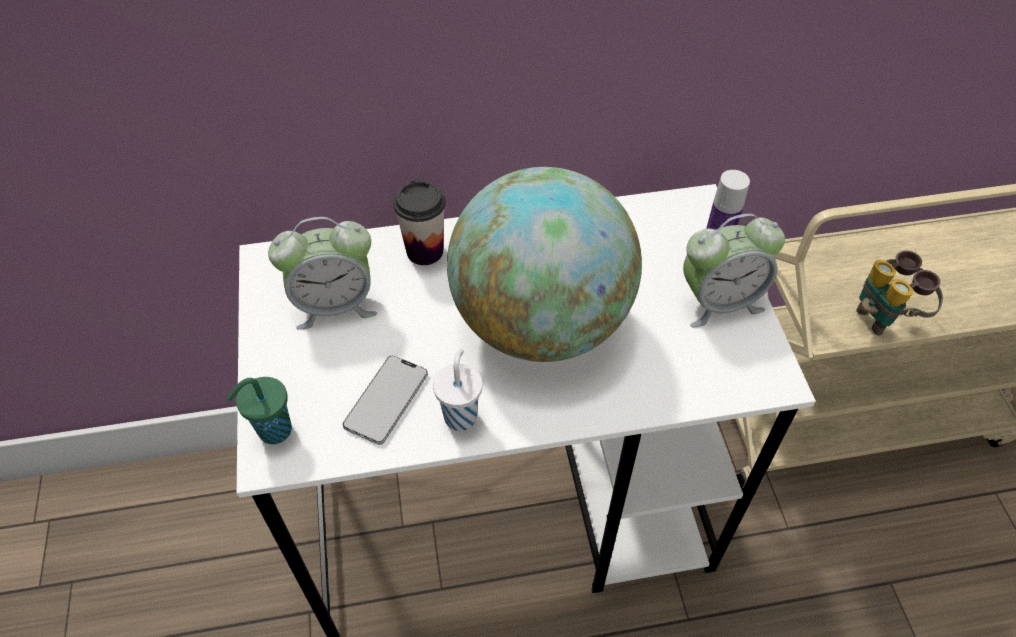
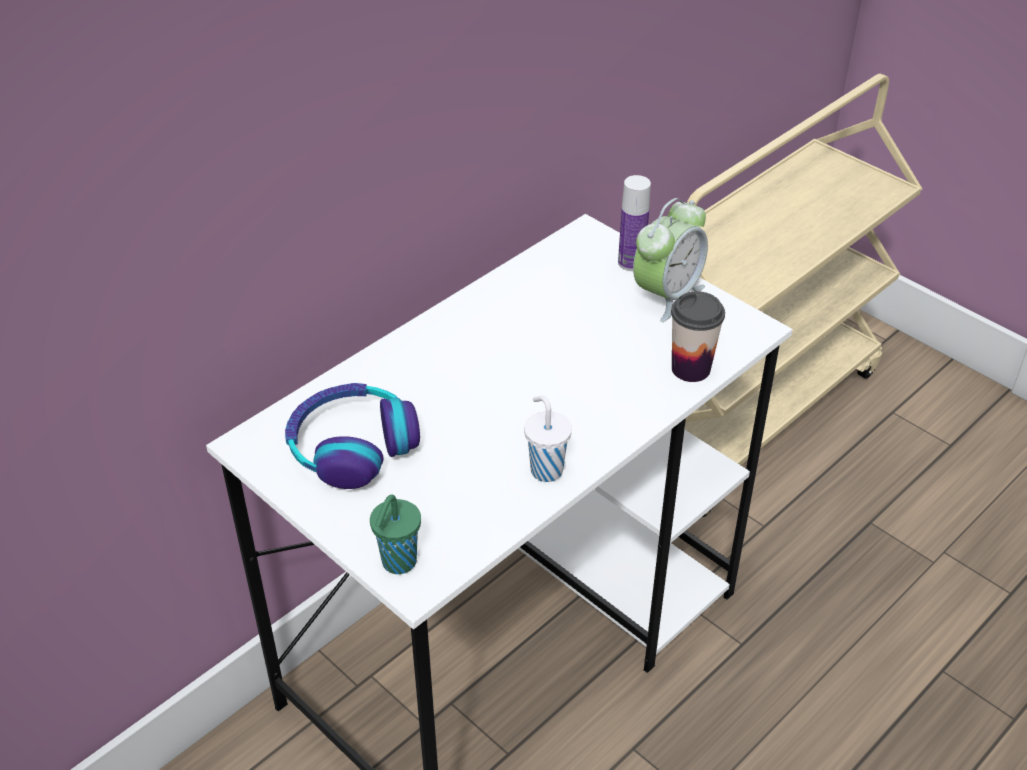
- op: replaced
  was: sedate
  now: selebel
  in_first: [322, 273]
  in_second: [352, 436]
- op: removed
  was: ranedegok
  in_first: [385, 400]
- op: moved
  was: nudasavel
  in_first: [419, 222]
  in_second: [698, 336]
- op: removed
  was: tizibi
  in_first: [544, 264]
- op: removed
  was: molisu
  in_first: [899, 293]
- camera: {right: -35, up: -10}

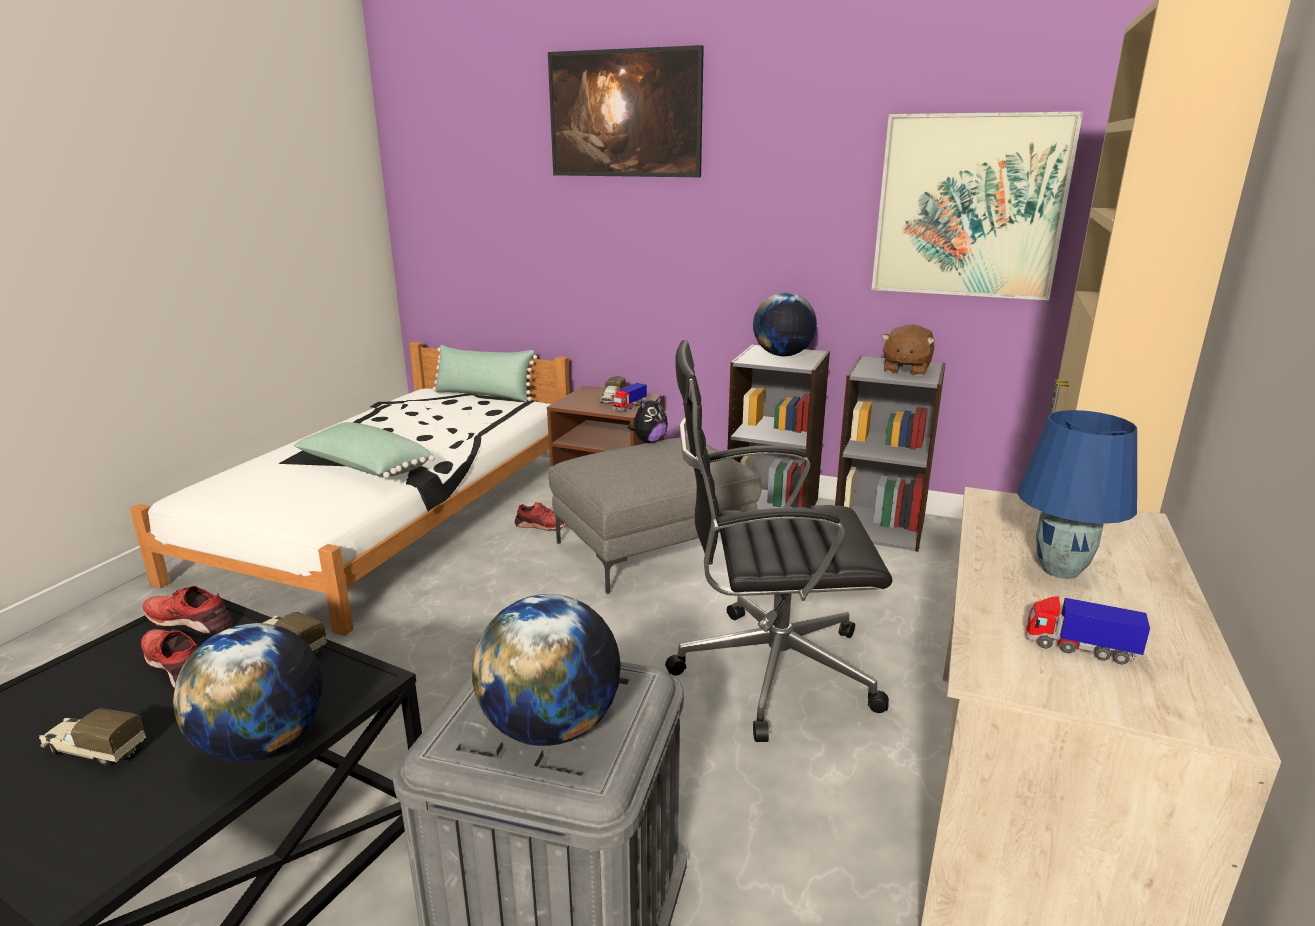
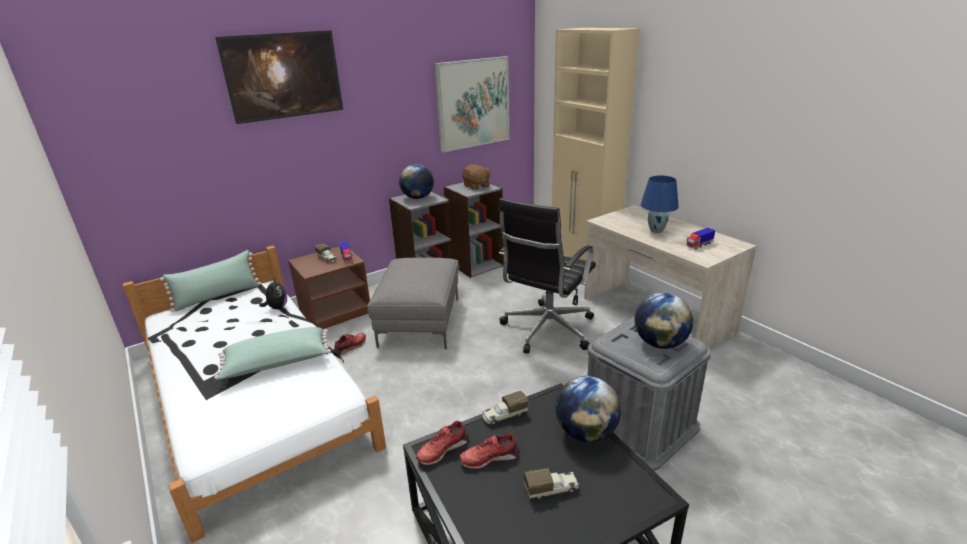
- op: turned
  was: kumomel
  in_first: [92, 736]
  in_second: [551, 483]
  clockwise: -150
- op: moved
  was: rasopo
  in_first: [647, 419]
  in_second: [273, 293]
- camera: {right: -55, up: 5}

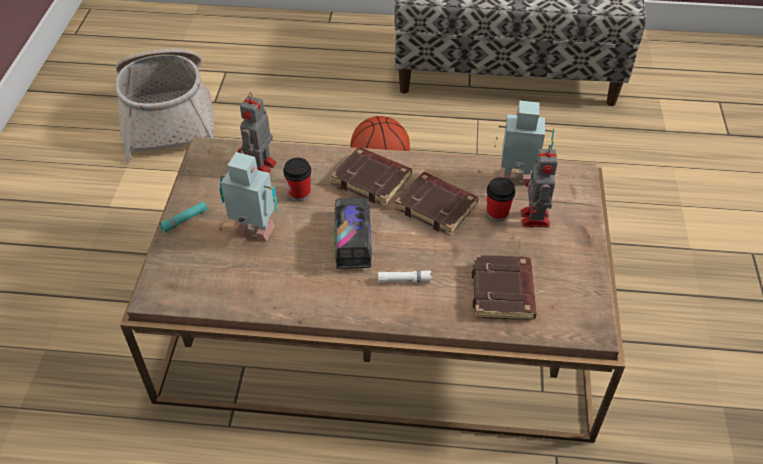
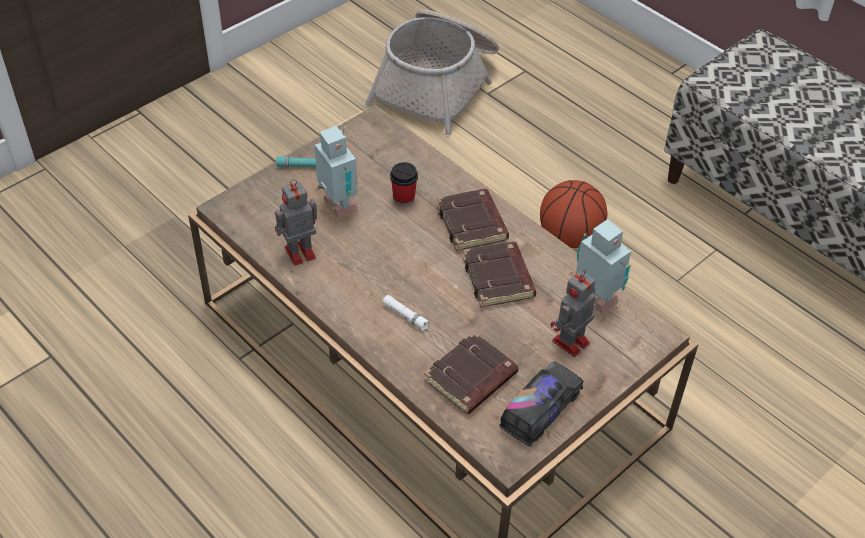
- op: moved
  was: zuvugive
  in_first: [257, 132]
  in_second: [296, 222]
- op: moved
  was: kumomel
  in_first: [353, 233]
  in_second: [541, 404]
- op: removed
  was: nudasavel
  in_first: [501, 199]
- camera: {right: 40, up: 0}

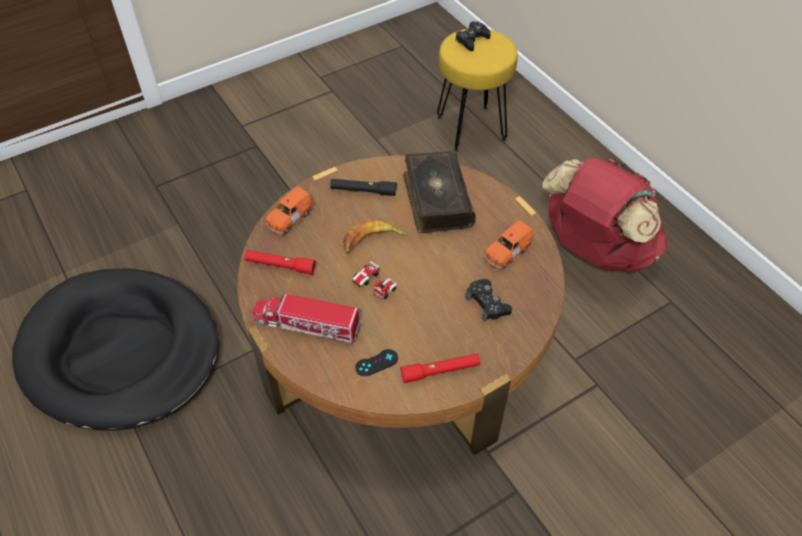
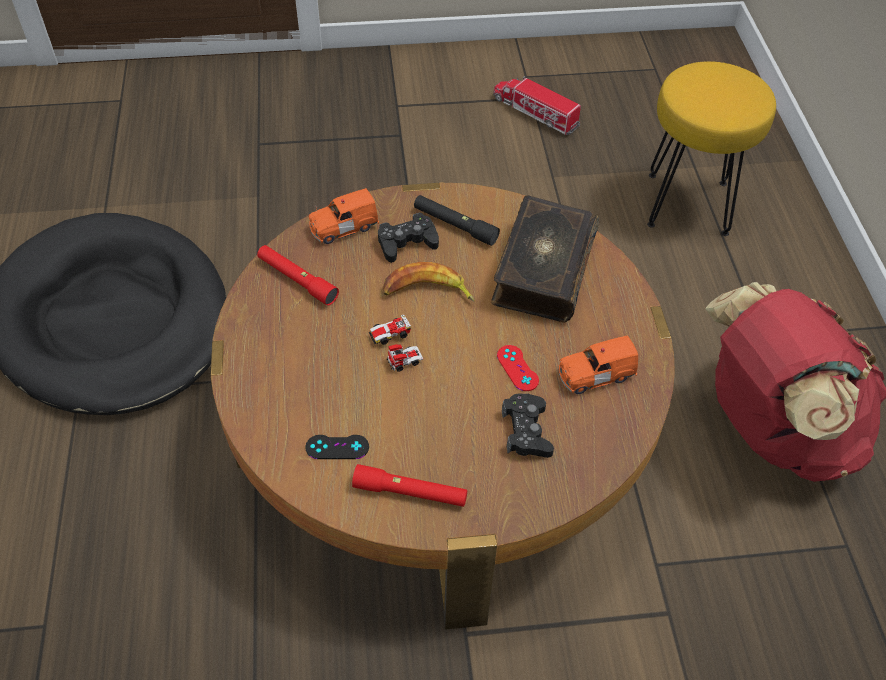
- op: moved
  was: kumomel
  in_first: [307, 317]
  in_second: [537, 105]
- op: moved
  was: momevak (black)
  in_first: [473, 36]
  in_second: [408, 238]
- op: added
  now: momevak (red)
  in_second: [518, 368]
- camera: {right: 25, up: 0}

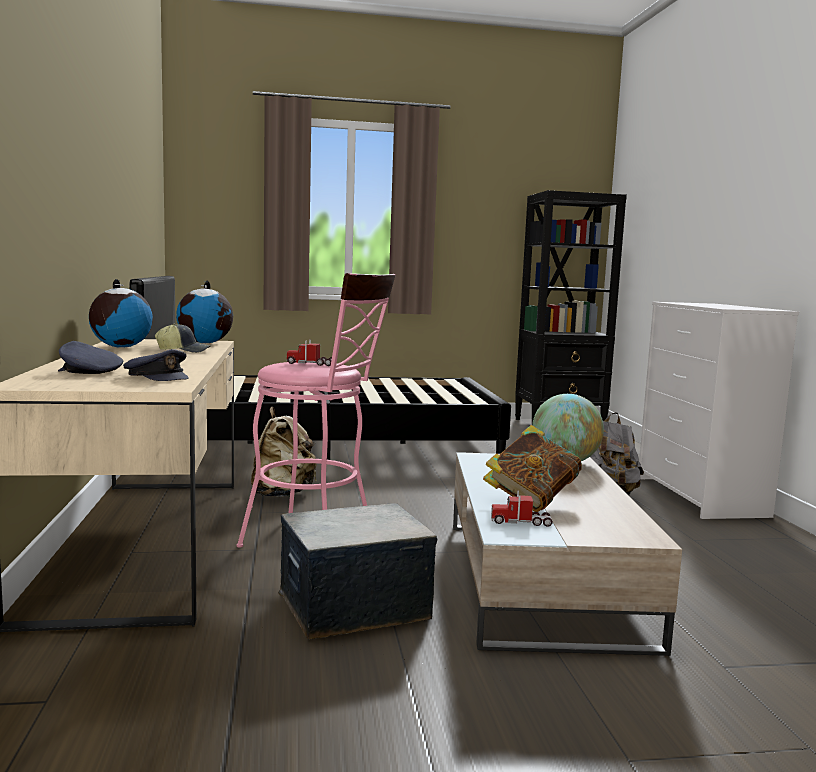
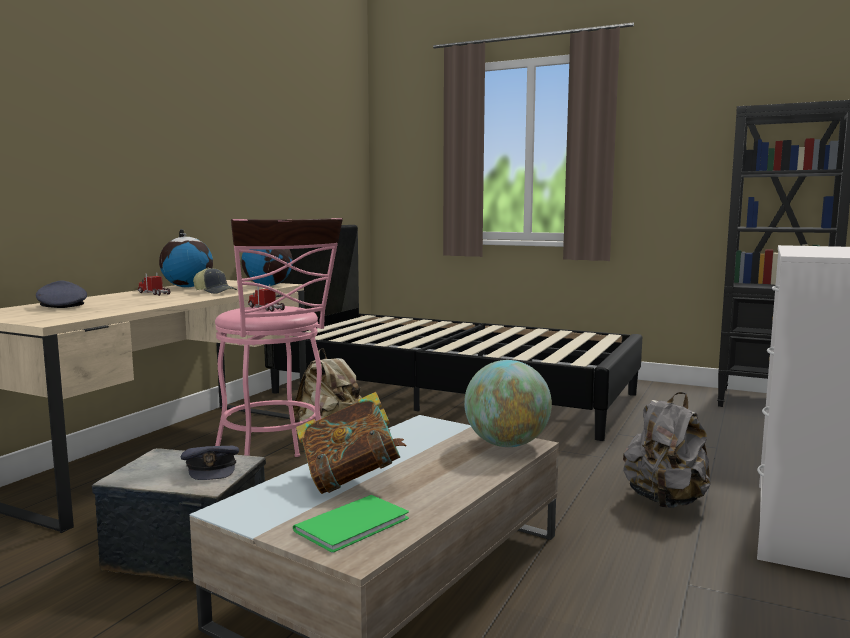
- op: moved
  was: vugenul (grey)
  in_first: [156, 365]
  in_second: [210, 463]
- op: moved
  was: kumomel
  in_first: [522, 508]
  in_second: [154, 284]
- op: added
  now: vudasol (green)
  in_second: [351, 523]
- camera: {right: 35, up: 0}

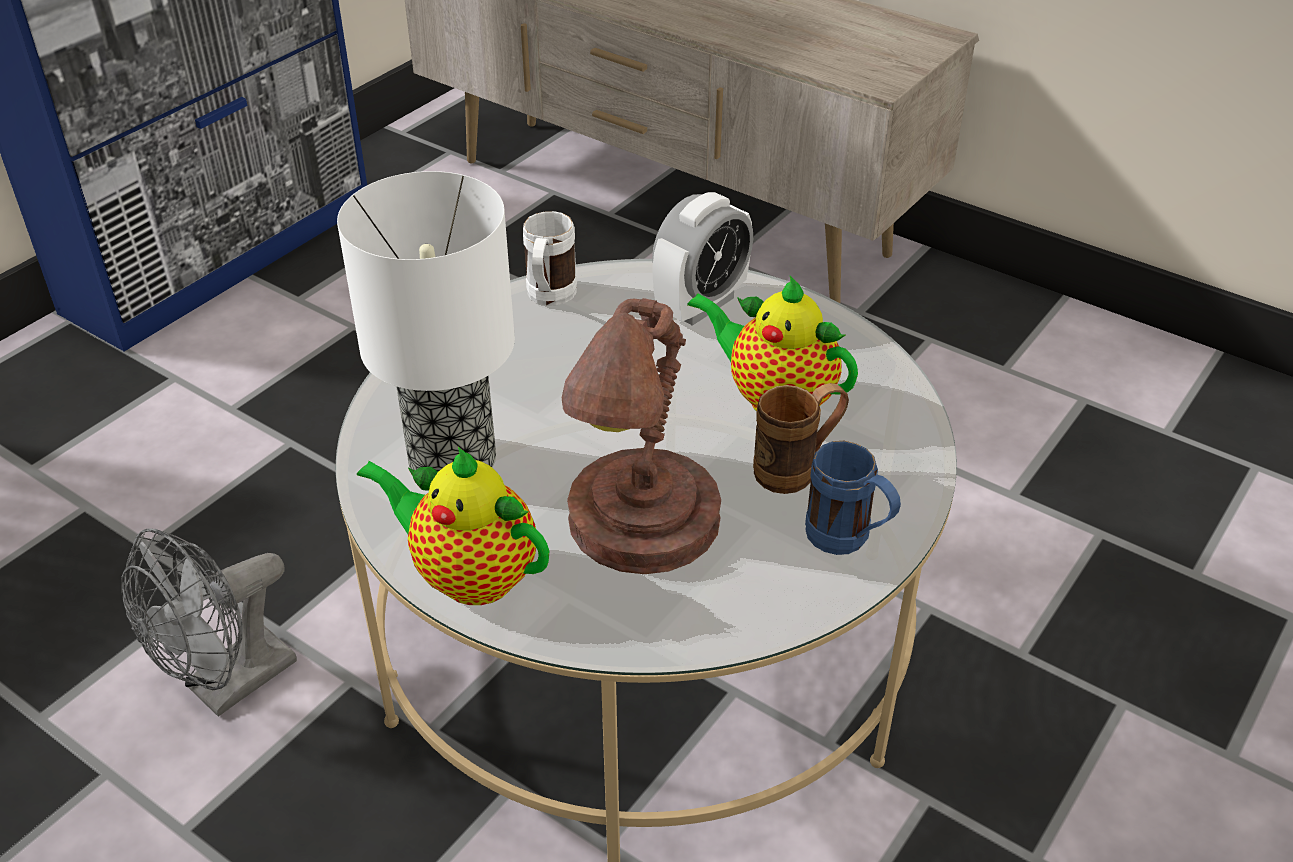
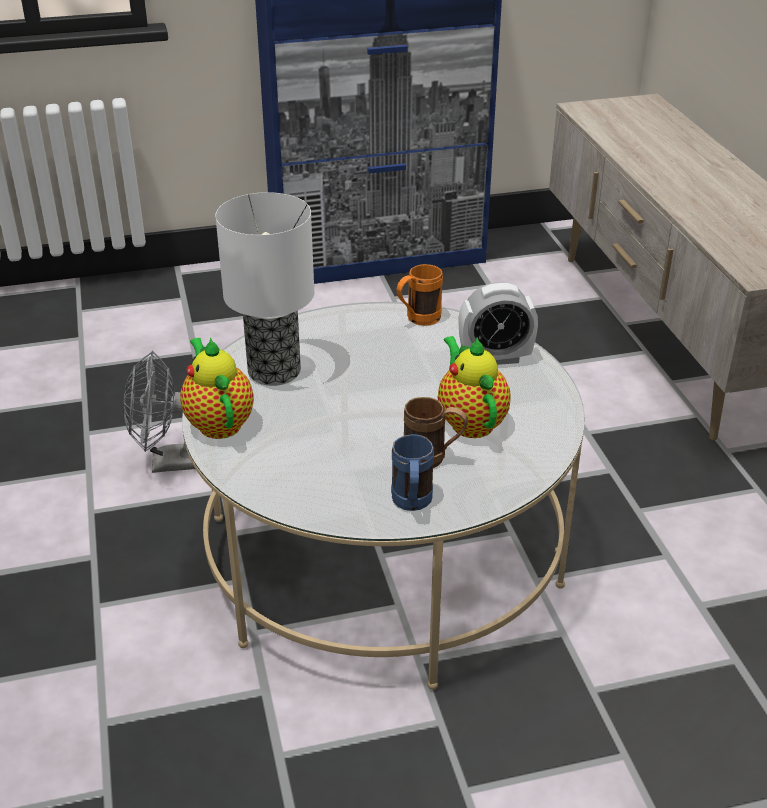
- op: recoloured
  was: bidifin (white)
  now: bidifin (orange)
  in_first: [550, 258]
  in_second: [419, 295]
- op: removed
  was: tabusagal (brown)
  in_first: [641, 436]
- camera: {right: 40, up: -5}

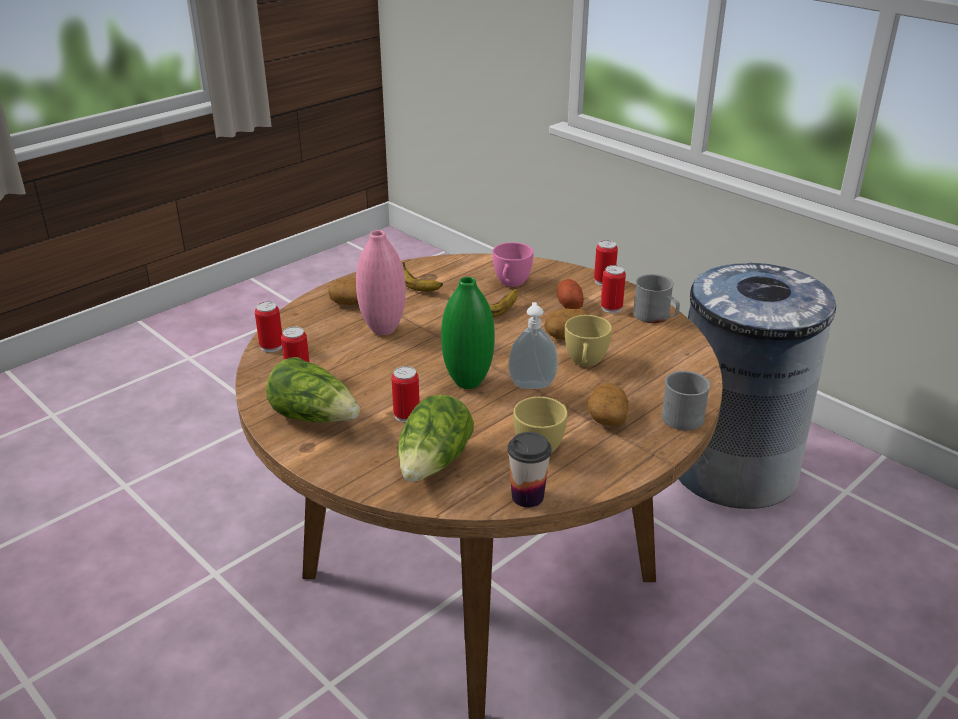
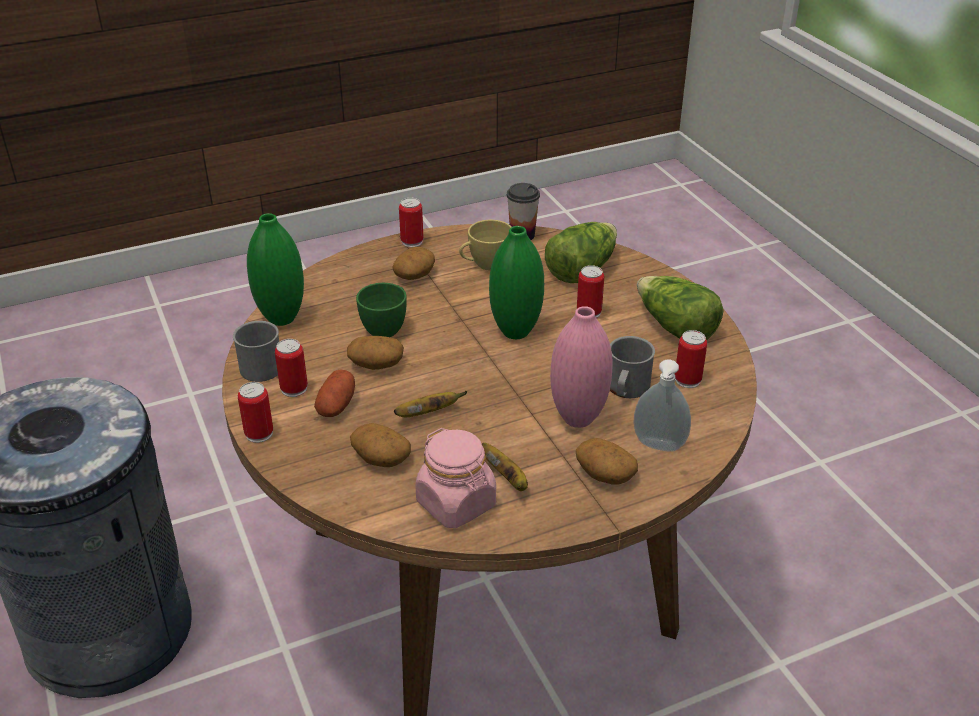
- op: moved
  was: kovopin
  in_first: [268, 326]
  in_second: [411, 222]
- op: replaced
  was: nudasavel (pink)
  now: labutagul
  in_first: [513, 264]
  in_second: [380, 445]
- op: moved
  was: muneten
  in_first: [533, 345]
  in_second: [662, 405]
- op: recoloured
  was: nudasavel (yellow)
  now: nudasavel (green)
  in_first: [588, 341]
  in_second: [381, 310]
- op: moved
  was: bidifin (grey)
  in_first: [686, 401]
  in_second: [632, 367]
- op: added
  now: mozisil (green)
  in_second: [275, 269]
- op: added
  now: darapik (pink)
  in_second: [455, 478]
- camera: {right: -160, up: 5}

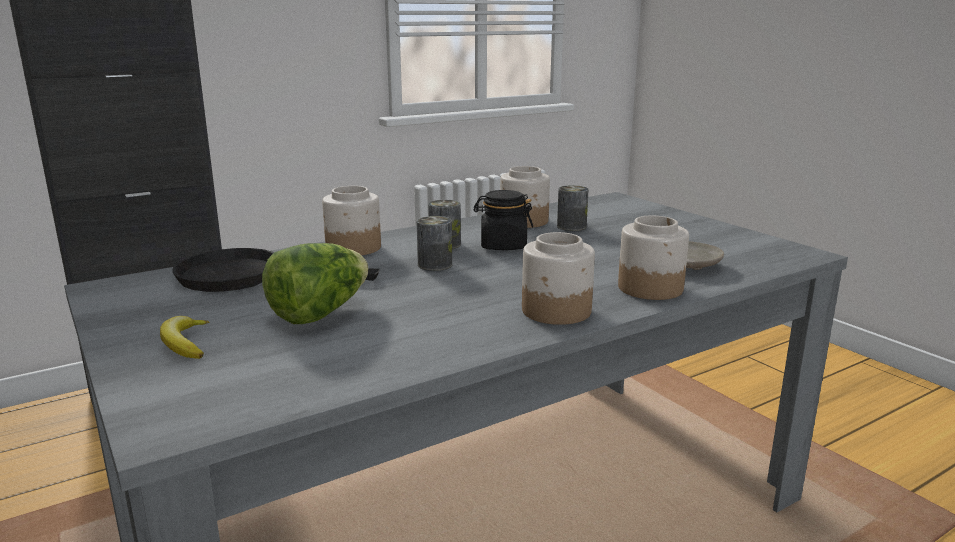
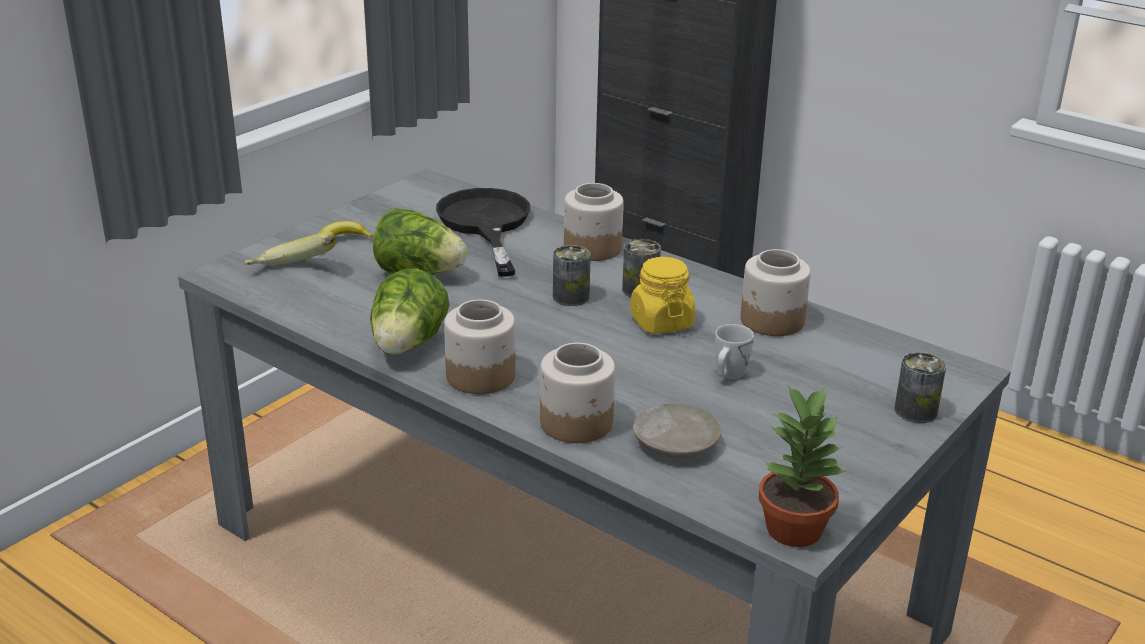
- op: recoloured
  was: darapik (black)
  now: darapik (yellow)
  in_first: [503, 220]
  in_second: [662, 295]
- op: moved
  was: kovopin
  in_first: [573, 208]
  in_second: [920, 387]
- op: added
  now: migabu
  in_second: [291, 248]
- op: added
  now: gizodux
  in_second: [409, 312]
- op: added
  now: bidifin (white)
  in_second: [734, 351]
- op: added
  now: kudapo
  in_second: [802, 466]
- camera: {right: 70, up: 10}

